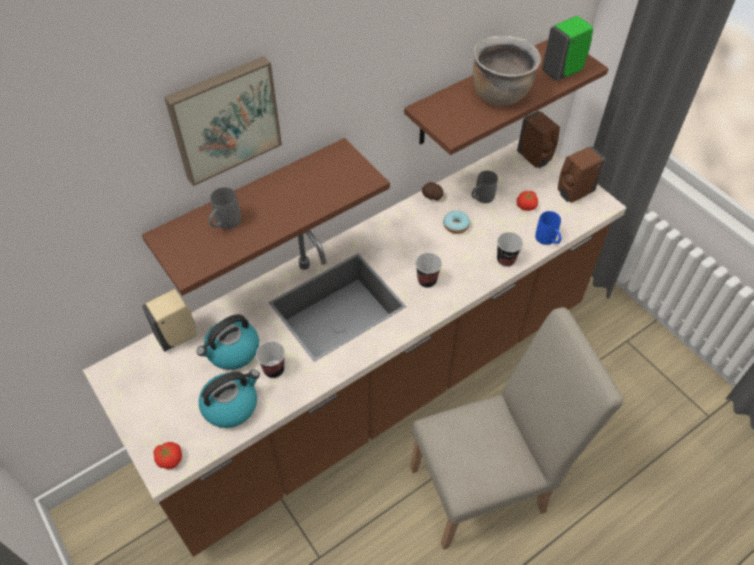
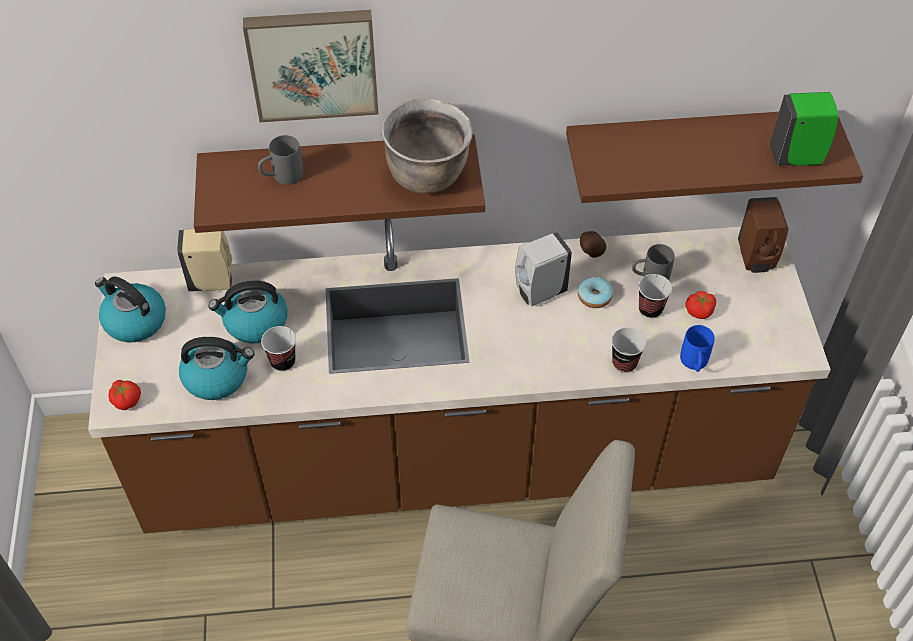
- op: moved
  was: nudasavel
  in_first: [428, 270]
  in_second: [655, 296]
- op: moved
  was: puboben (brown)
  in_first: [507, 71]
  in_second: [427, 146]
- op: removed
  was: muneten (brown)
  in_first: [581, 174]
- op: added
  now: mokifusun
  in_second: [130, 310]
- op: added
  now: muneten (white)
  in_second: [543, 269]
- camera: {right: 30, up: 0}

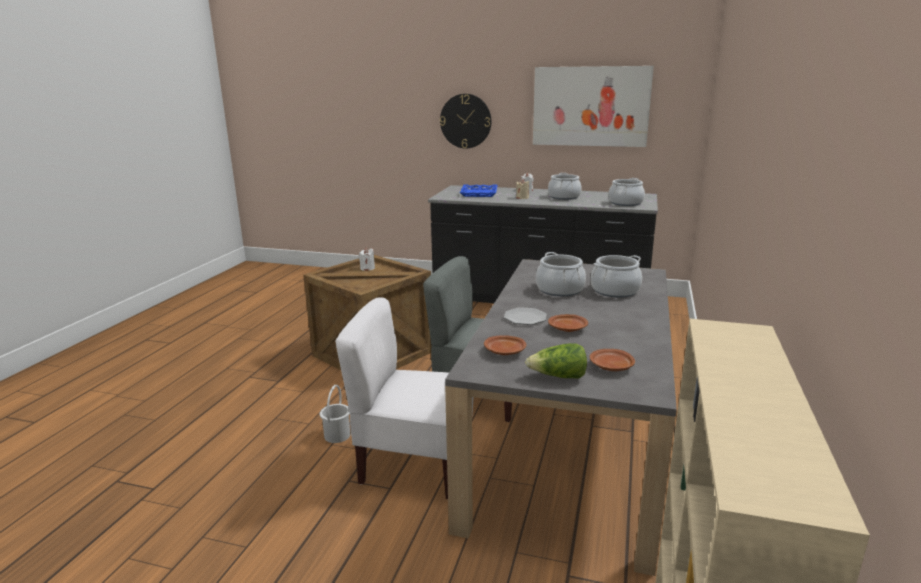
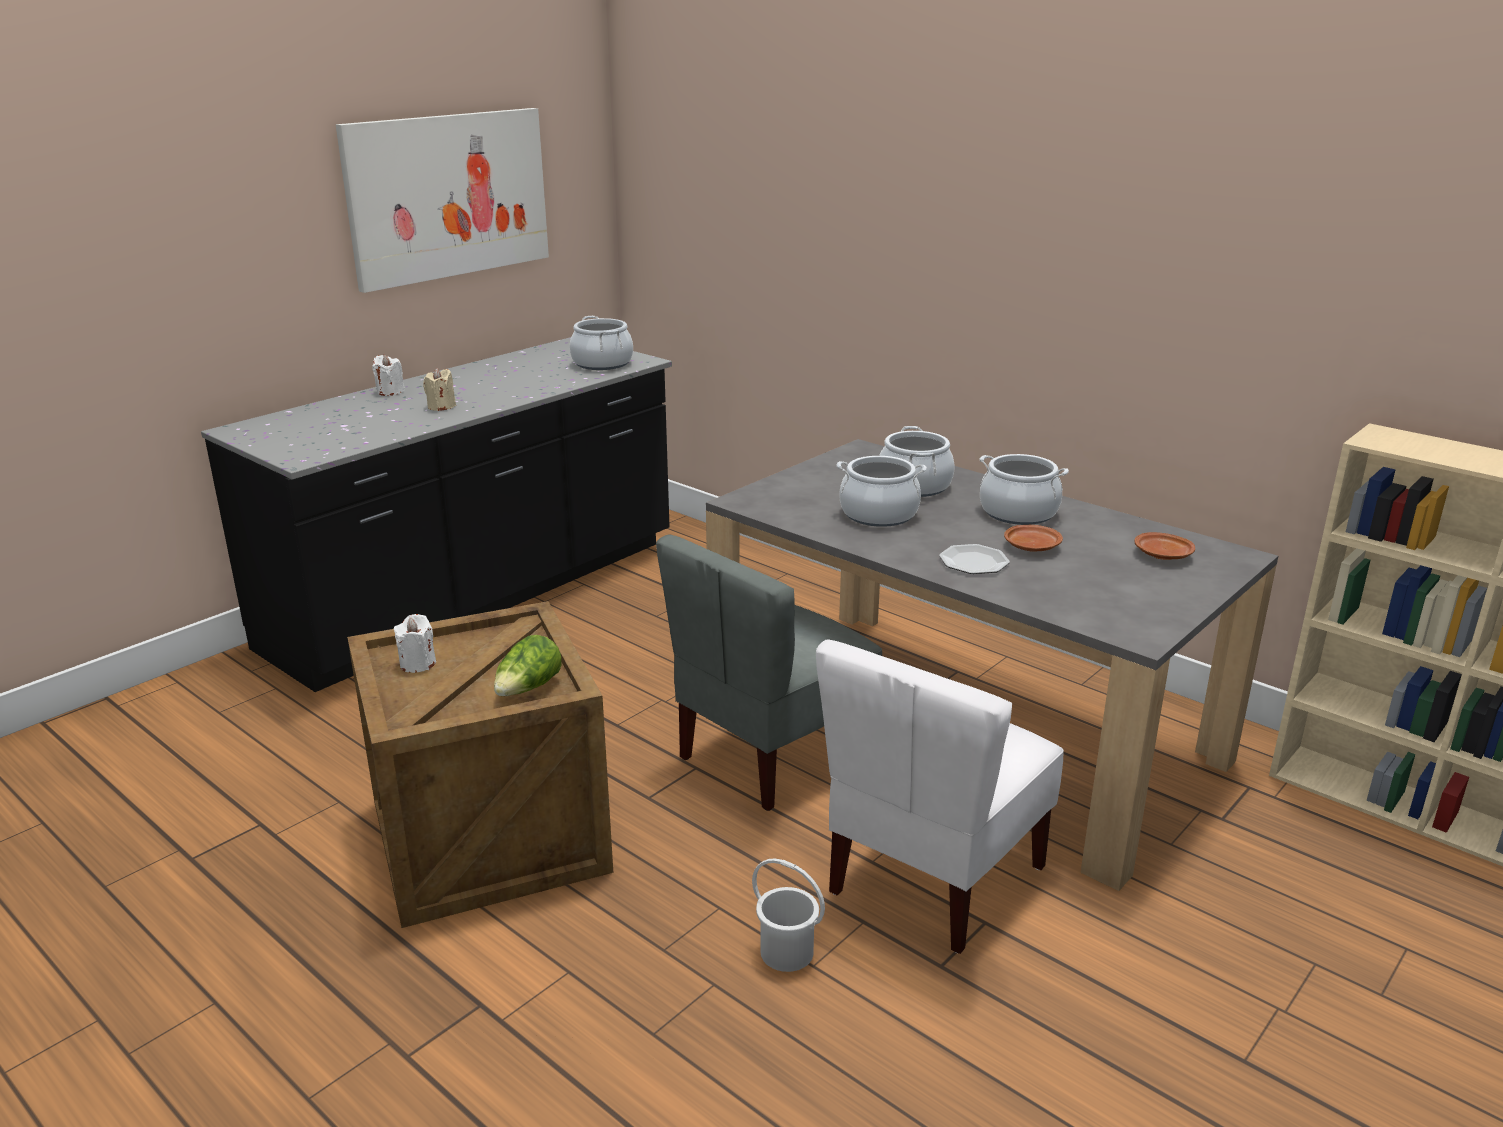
- op: removed
  was: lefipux
  in_first: [465, 121]
- op: removed
  was: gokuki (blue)
  in_first: [479, 190]
- op: removed
  was: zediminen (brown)
  in_first: [505, 345]
- op: moved
  was: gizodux
  in_first: [556, 361]
  in_second: [527, 665]
- op: moved
  was: puboben
  in_first: [565, 186]
  in_second: [1024, 489]
- camera: {right: -65, up: 5}

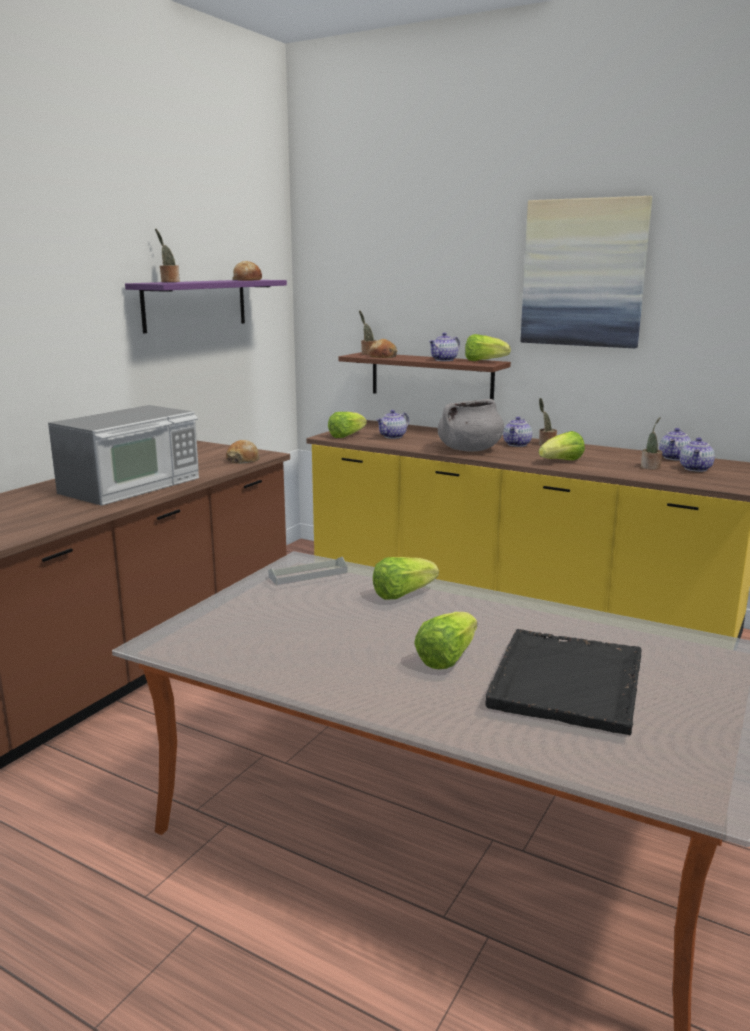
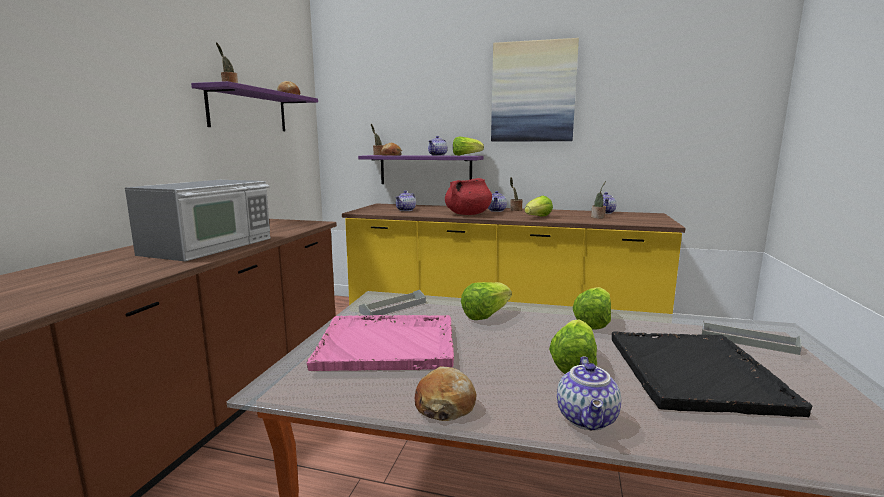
- op: moved
  was: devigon
  in_first: [243, 452]
  in_second: [445, 393]
- op: moved
  was: gizodux
  in_first: [347, 425]
  in_second: [592, 308]
- op: recoloured
  was: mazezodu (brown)
  now: mazezodu (purple)
  in_first: [425, 376]
  in_second: [421, 169]
- op: recoloured
  was: puboben (grey)
  now: puboben (red)
  in_first: [471, 425]
  in_second: [468, 196]
- op: moved
  was: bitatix
  in_first: [697, 454]
  in_second: [589, 393]
- op: added
  now: gokuki (pink)
  in_second: [380, 343]
- op: added
  now: gokuki (grey)
  in_second: [752, 337]
- camera: {right: -15, up: -5}

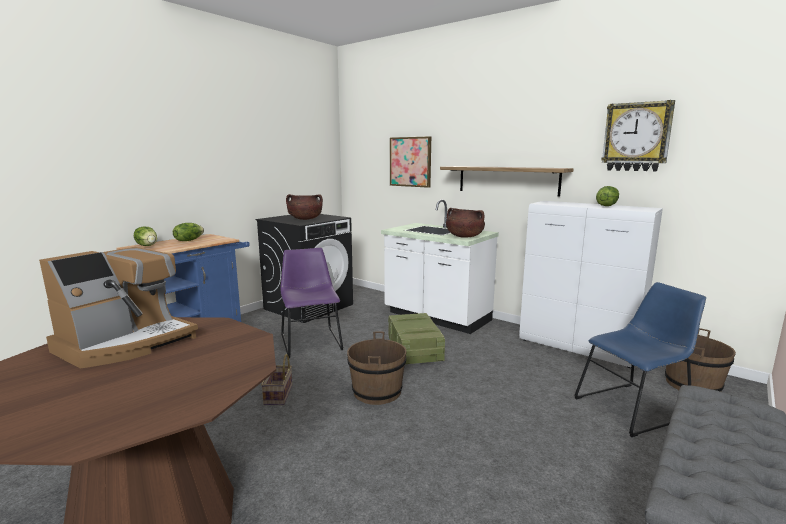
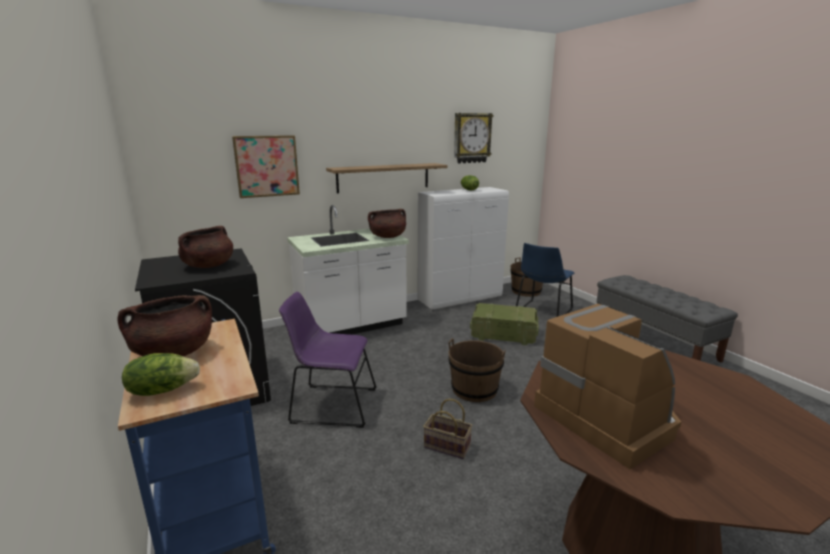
- op: replaced
  was: gizodux
  now: puboben (brown)
  in_first: [188, 232]
  in_second: [164, 325]
- op: moved
  was: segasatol
  in_first: [416, 338]
  in_second: [504, 324]
- op: turned
  was: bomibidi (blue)
  in_first: [640, 359]
  in_second: [545, 280]
  clockwise: -150
- camera: {right: -65, up: 5}

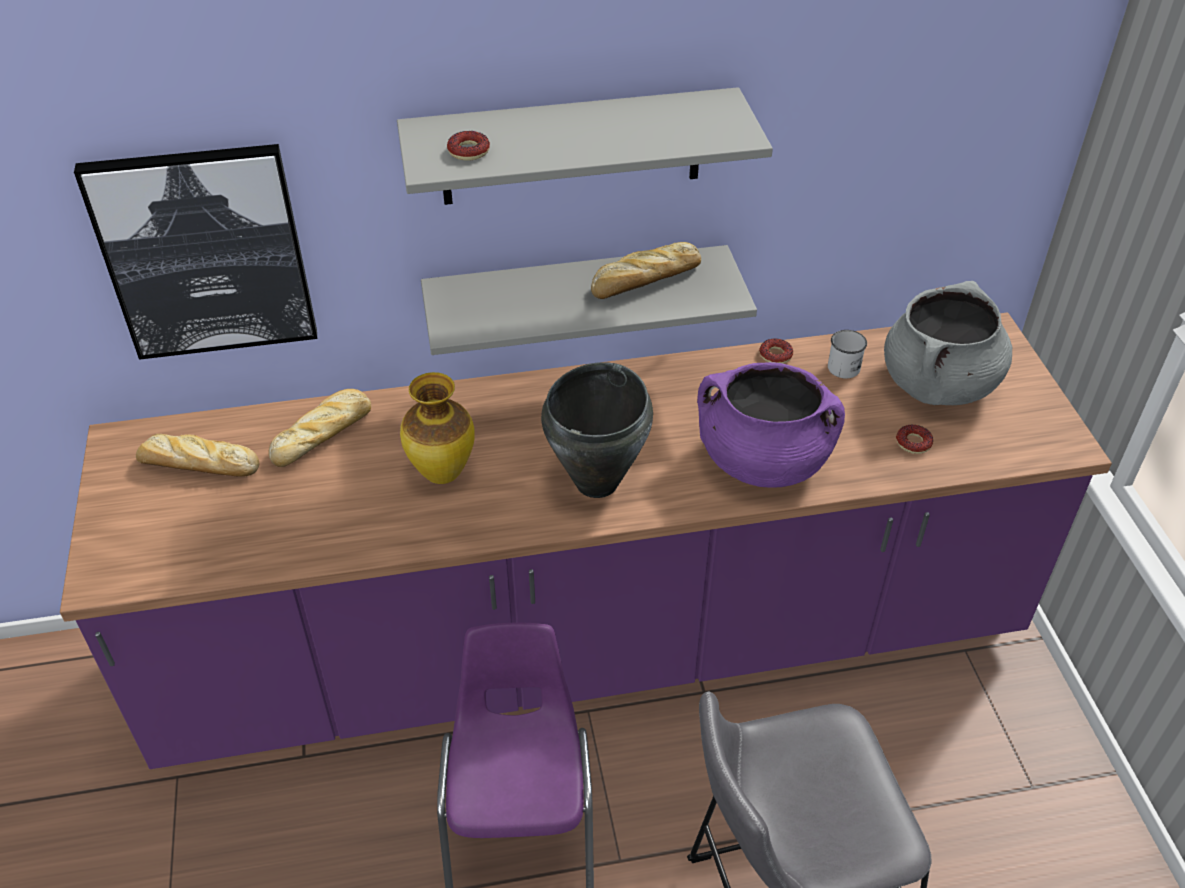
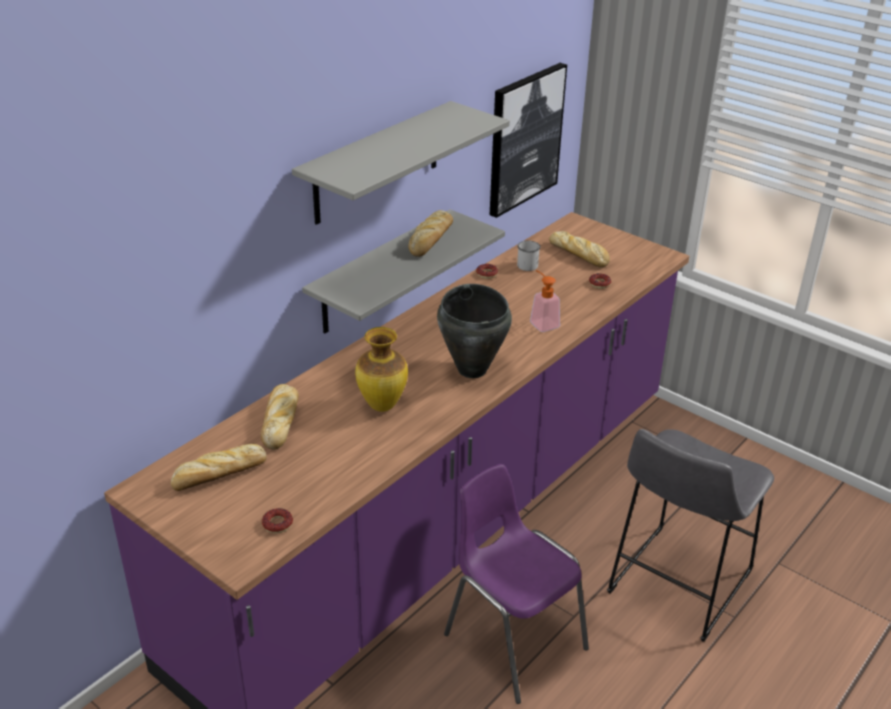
- op: moved
  was: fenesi
  in_first: [195, 252]
  in_second: [528, 140]
- op: moved
  was: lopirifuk
  in_first: [468, 146]
  in_second: [277, 520]
- op: replaced
  was: puboben (purple)
  now: muneten
  in_first: [771, 425]
  in_second: [545, 301]
- op: replaced
  was: puboben (grey)
  now: devigon
  in_first: [948, 343]
  in_second: [579, 249]
- camera: {right: -40, up: -10}

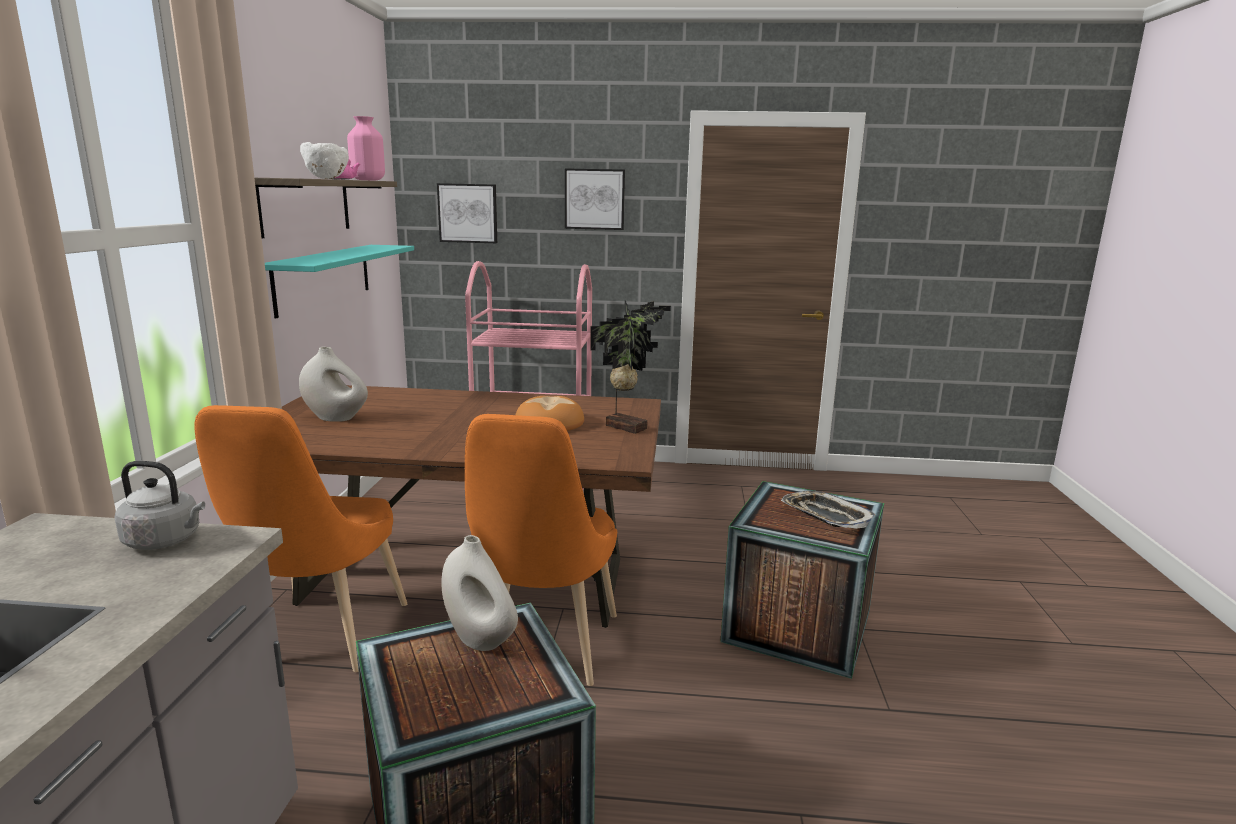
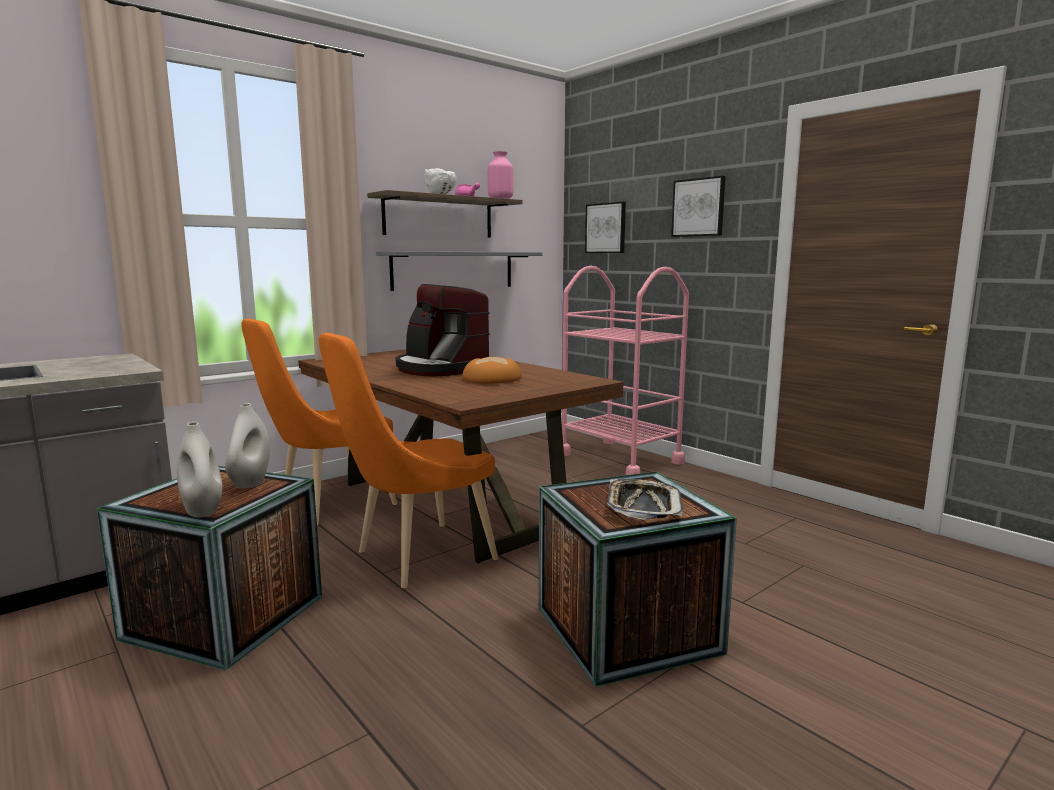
- op: removed
  was: mokifusun (grey)
  in_first: [160, 505]
- op: recoloured
  was: mazezodu (turquoise)
  now: mazezodu (grey)
  in_first: [339, 281]
  in_second: [459, 271]
- op: moved
  was: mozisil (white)
  in_first: [333, 384]
  in_second: [200, 470]
- op: removed
  was: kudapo
  in_first: [630, 367]
- op: added
  now: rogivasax
  in_second: [442, 330]
- camera: {right: 45, up: -5}

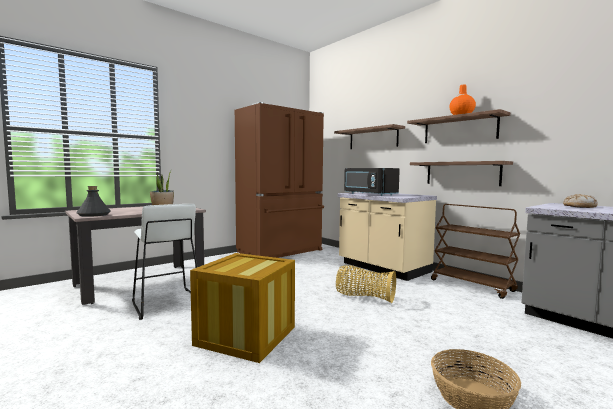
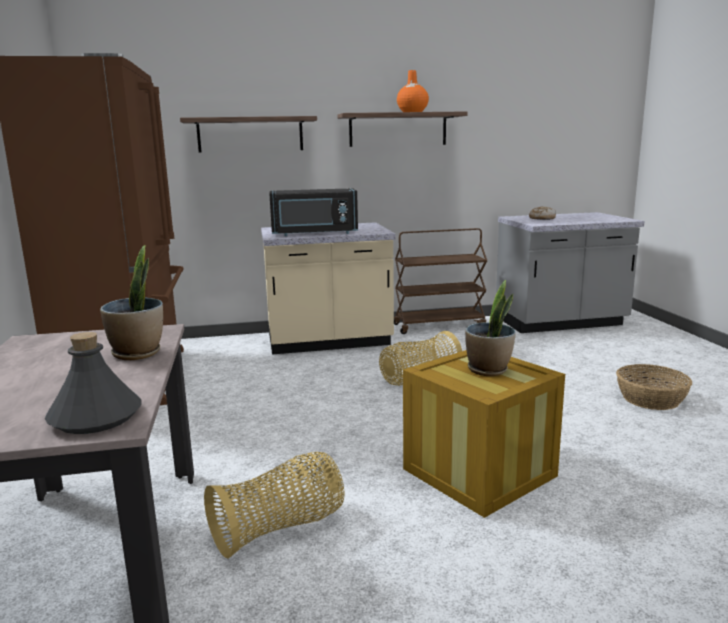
- op: replaced
  was: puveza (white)
  now: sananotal
  in_first: [165, 262]
  in_second: [274, 505]
- op: removed
  was: mazezodu
  in_first: [461, 173]
- op: added
  now: kudapo
  in_second: [490, 328]
- camera: {right: -60, up: 10}

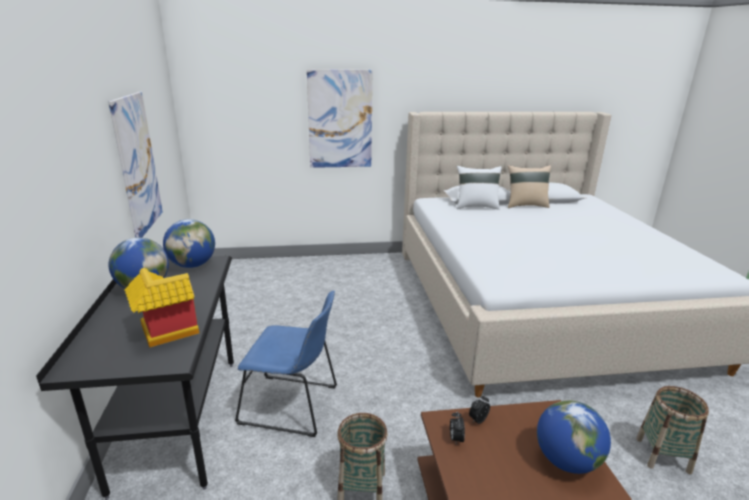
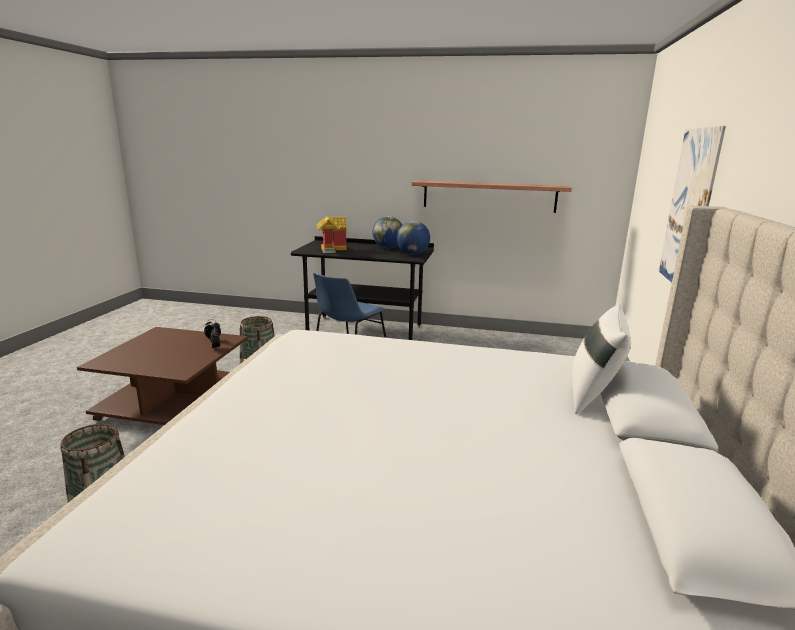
- op: replaced
  was: fenesi
  now: mazezodu
  in_first: [135, 164]
  in_second: [492, 197]
- op: removed
  was: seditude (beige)
  in_first: [529, 186]
- op: removed
  was: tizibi
  in_first: [574, 437]
- camera: {right: 110, up: -5}

